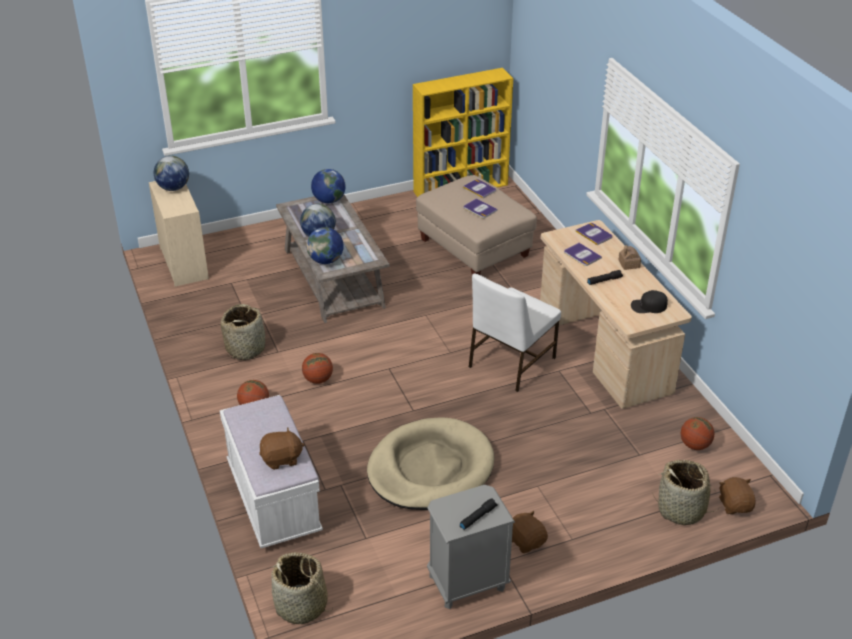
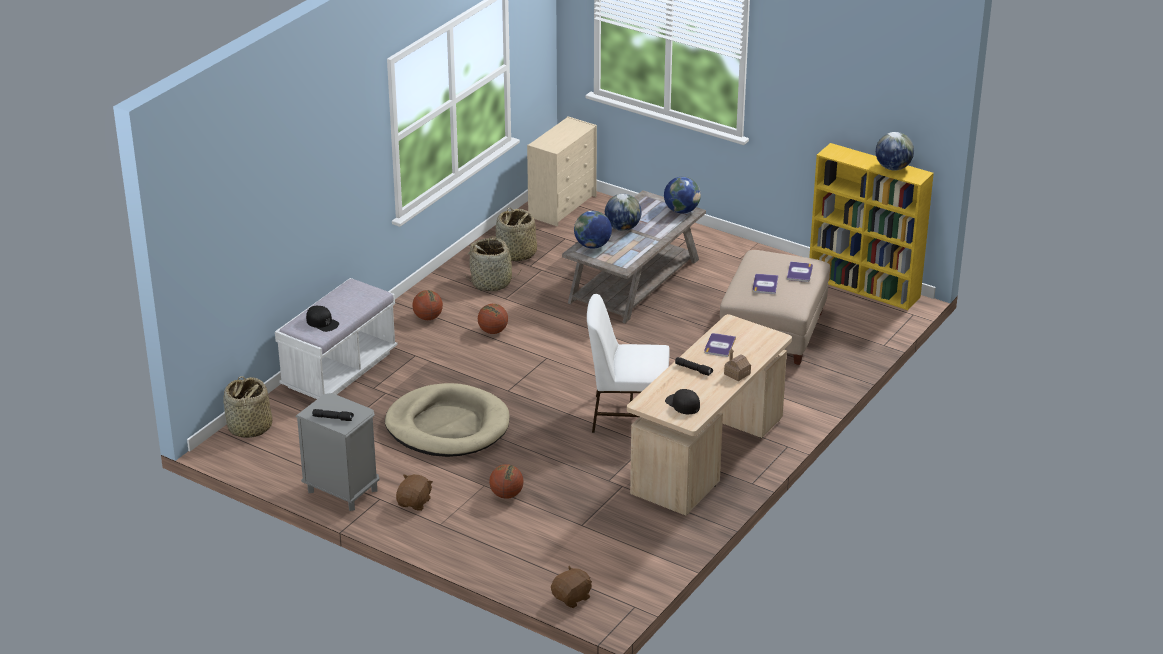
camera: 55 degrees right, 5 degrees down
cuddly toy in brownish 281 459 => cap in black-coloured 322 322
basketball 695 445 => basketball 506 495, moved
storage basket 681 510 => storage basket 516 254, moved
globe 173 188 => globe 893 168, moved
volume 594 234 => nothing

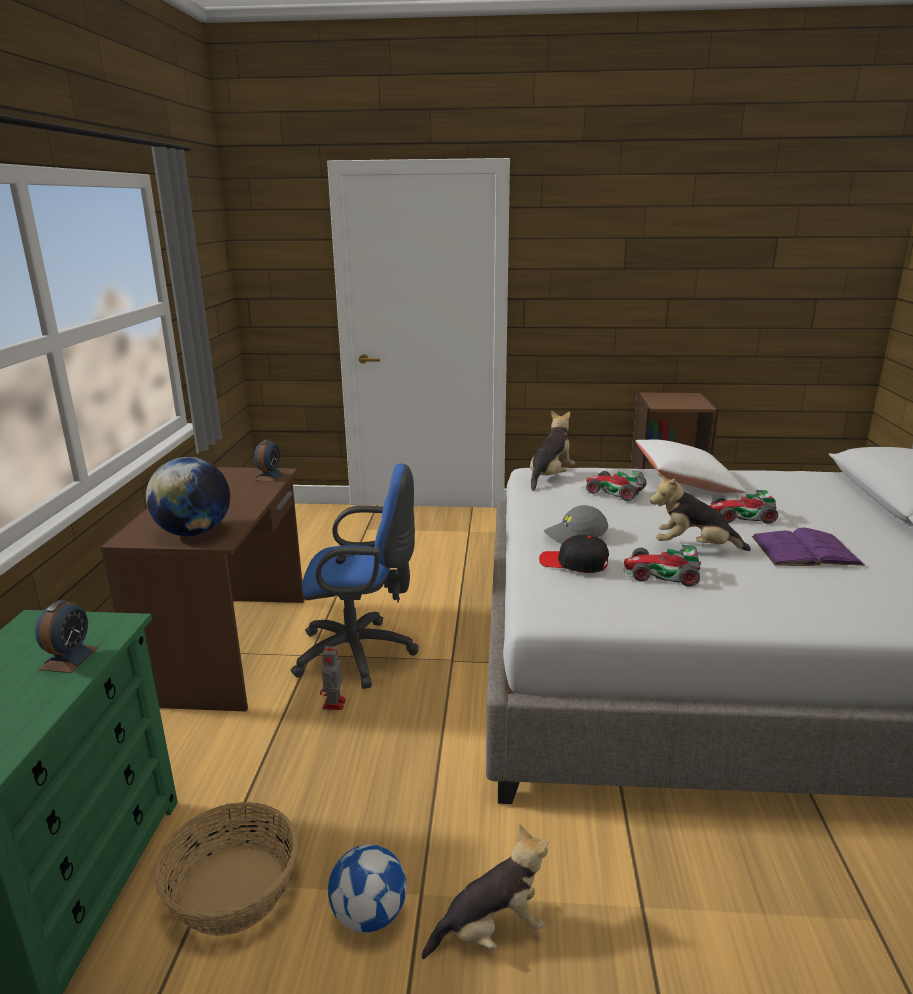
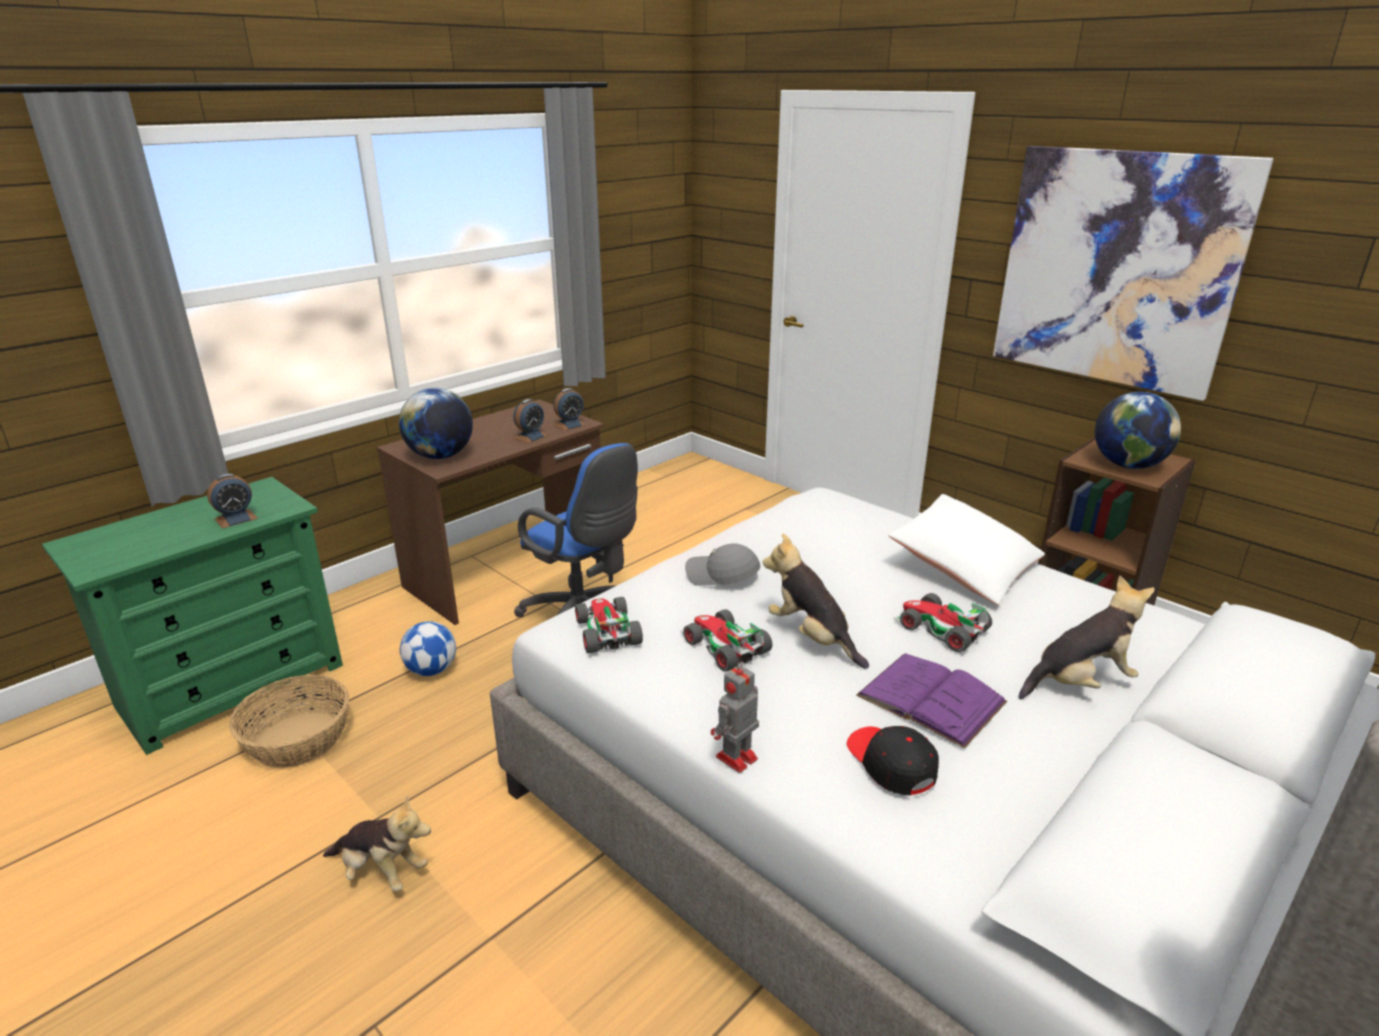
camera: 40 degrees right, 5 degrees up
ball for football 369 915 => ball for football 432 670, moved
nothing => table clock 530 436
toy car 613 491 => toy car 605 631, moved
toy robot 334 705 => toy robot 735 759, moved
cap in black-coloured 574 563 => cap in black-coloured 890 763, moved
nothing => wall art 1116 269
cuddly toy 550 477 => cuddly toy 1079 682, moved
nothing => globe 1128 465

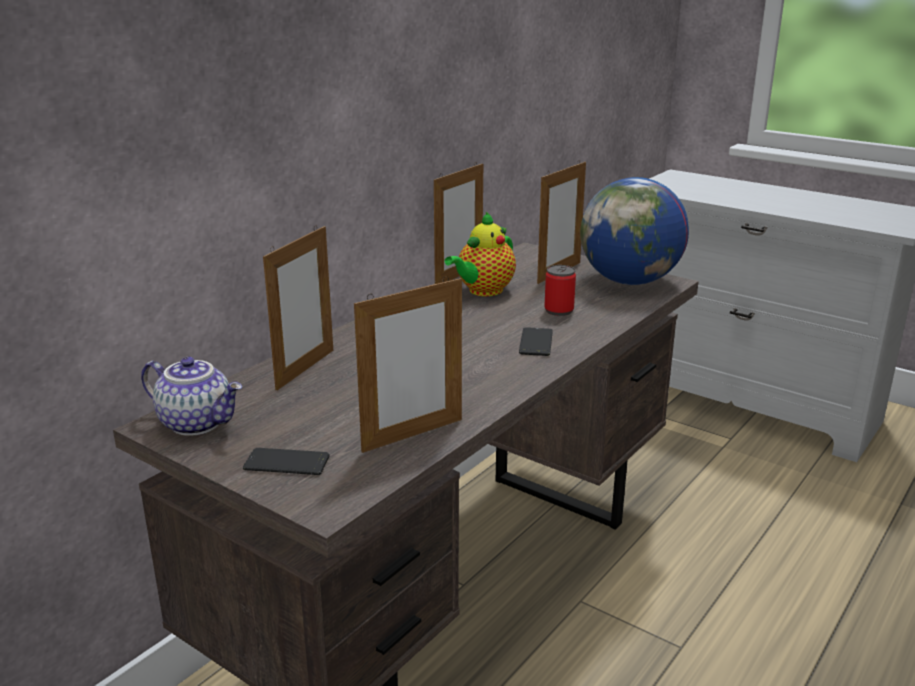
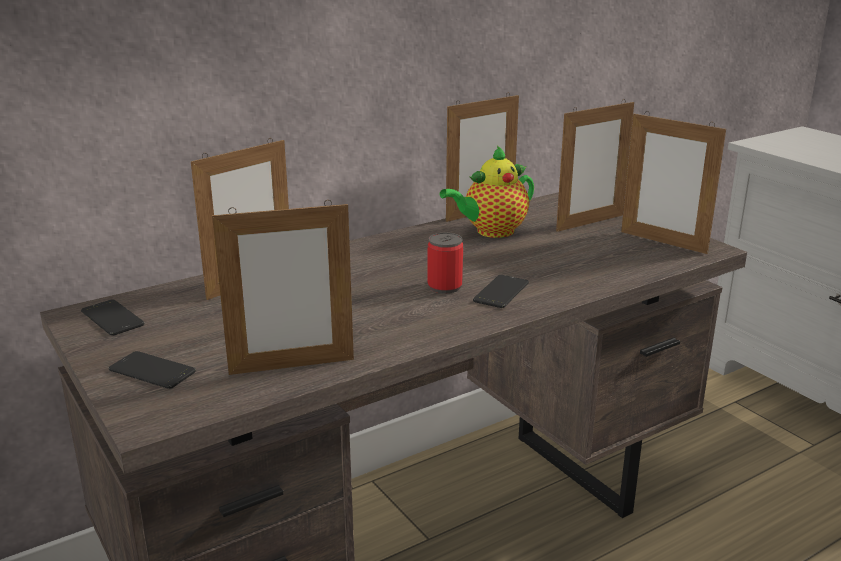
camera: 20 degrees right, 0 degrees up
tea pot 198 423 => telephone 112 318
metal can 559 310 => metal can 444 287, moved
globe 630 281 => picture frame 663 242

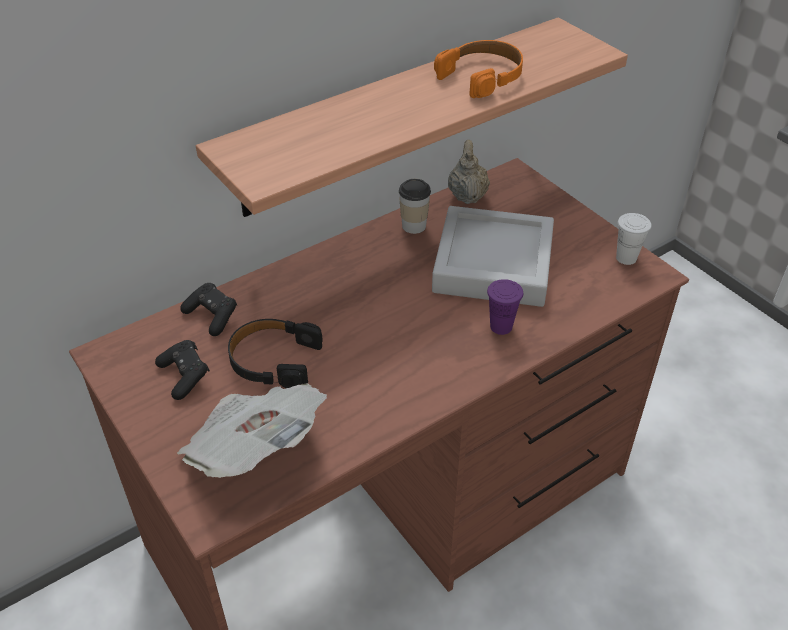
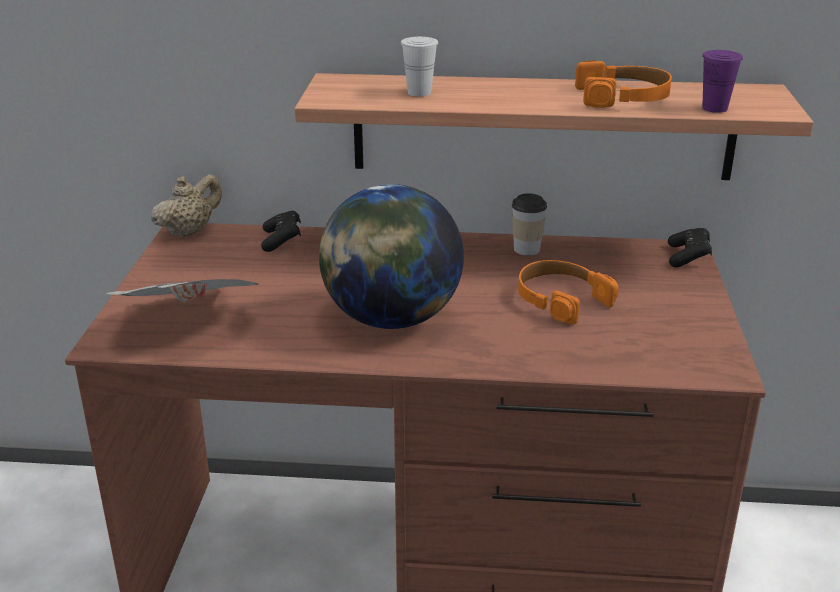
camera: 40 degrees right, 15 degrees down
tea pot in sand-coloured 467 195 => tea pot in sand-coloured 189 231, moved
nothing => globe 391 319
small cup in white-coloured 626 258 => small cup in white-coloured 419 93, moved
tray in grey 493 264 => headphones in orange 561 299
joypad in black-coloured 185 376 => joypad in black-coloured 688 257, moved
small cup in purplish 501 326 => small cup in purplish 714 108, moved
headphones in black-coloured 274 360 => nothing

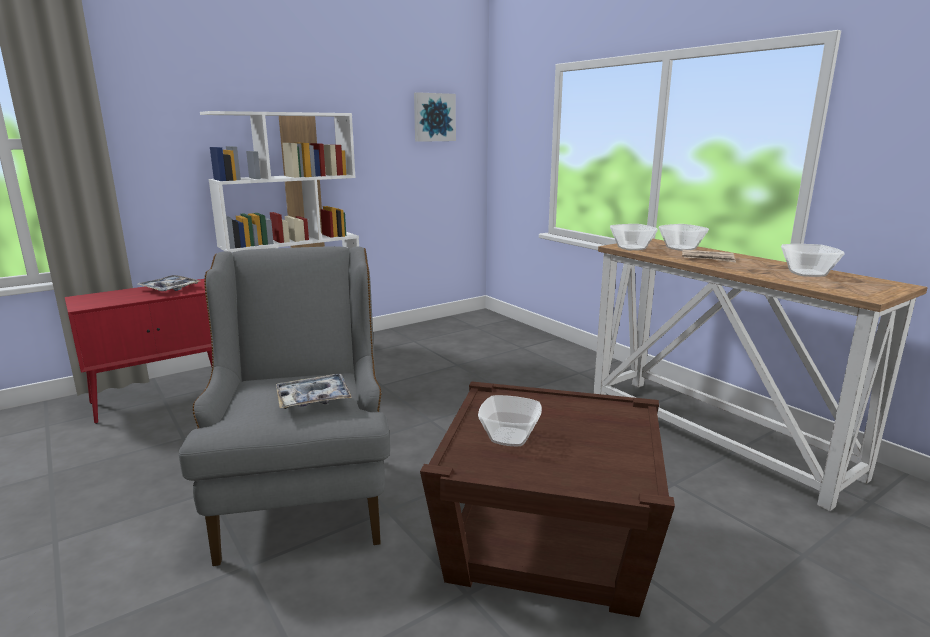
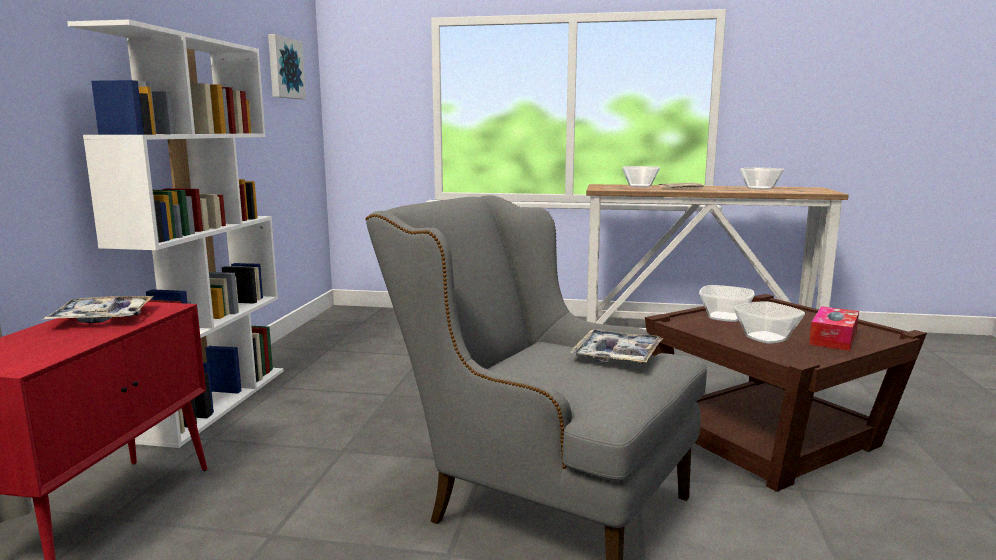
camera: 45 degrees left, 5 degrees down
deep dish 631 248 => deep dish 724 317, moved
nothing => tissue box 833 338

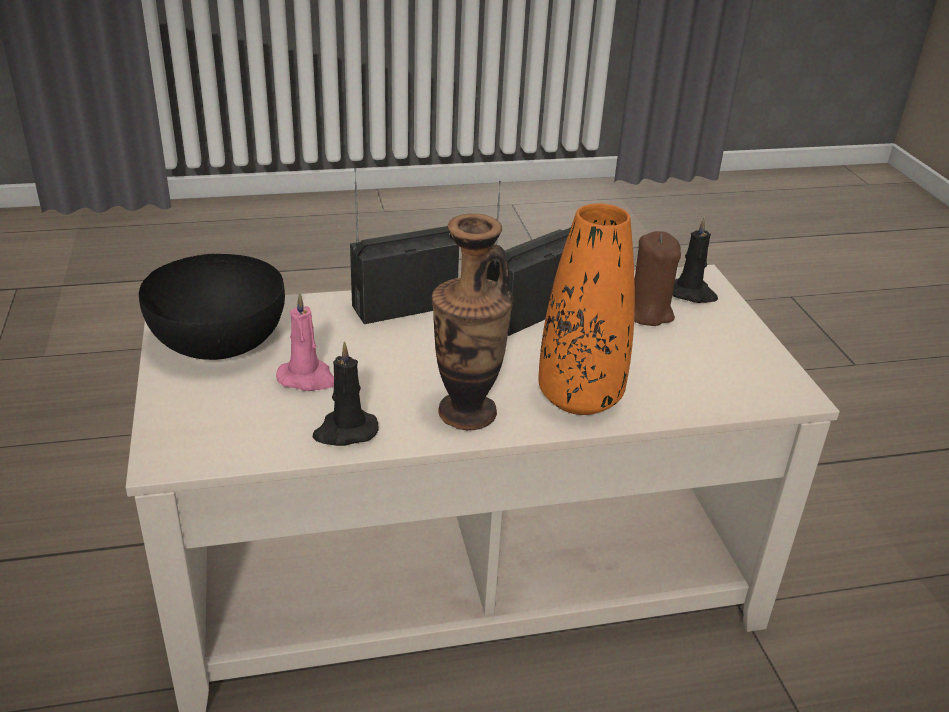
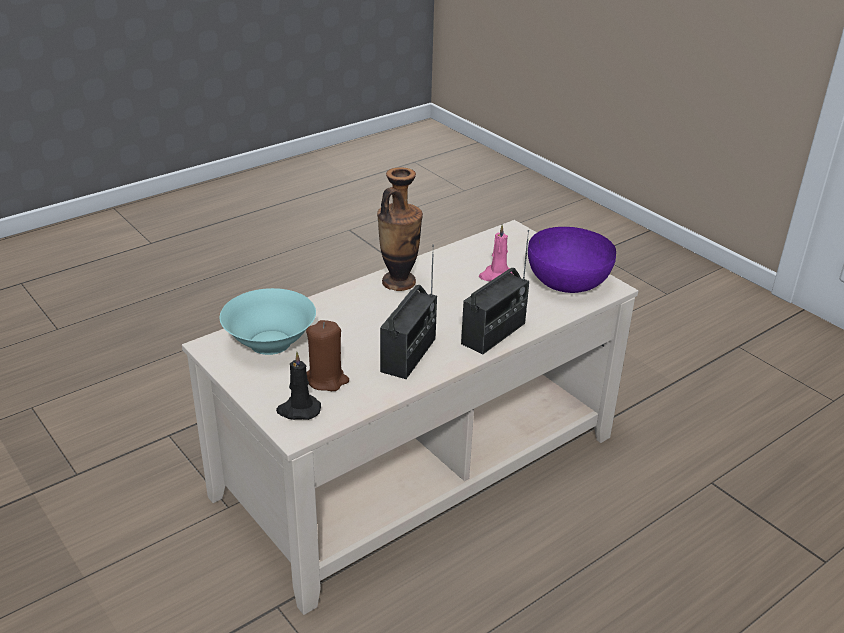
camera: 155 degrees right, 0 degrees up
nothing => deep dish in blue-green 269 342
deep dish in black-coloured 217 341 => deep dish in purplish 568 281
wax light in black-coloured 345 431 => nothing
decorative vase in orange 579 397 => nothing

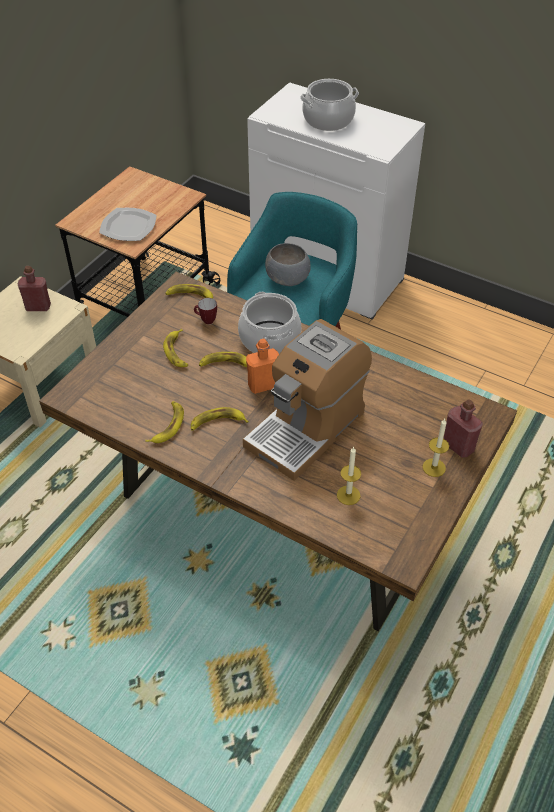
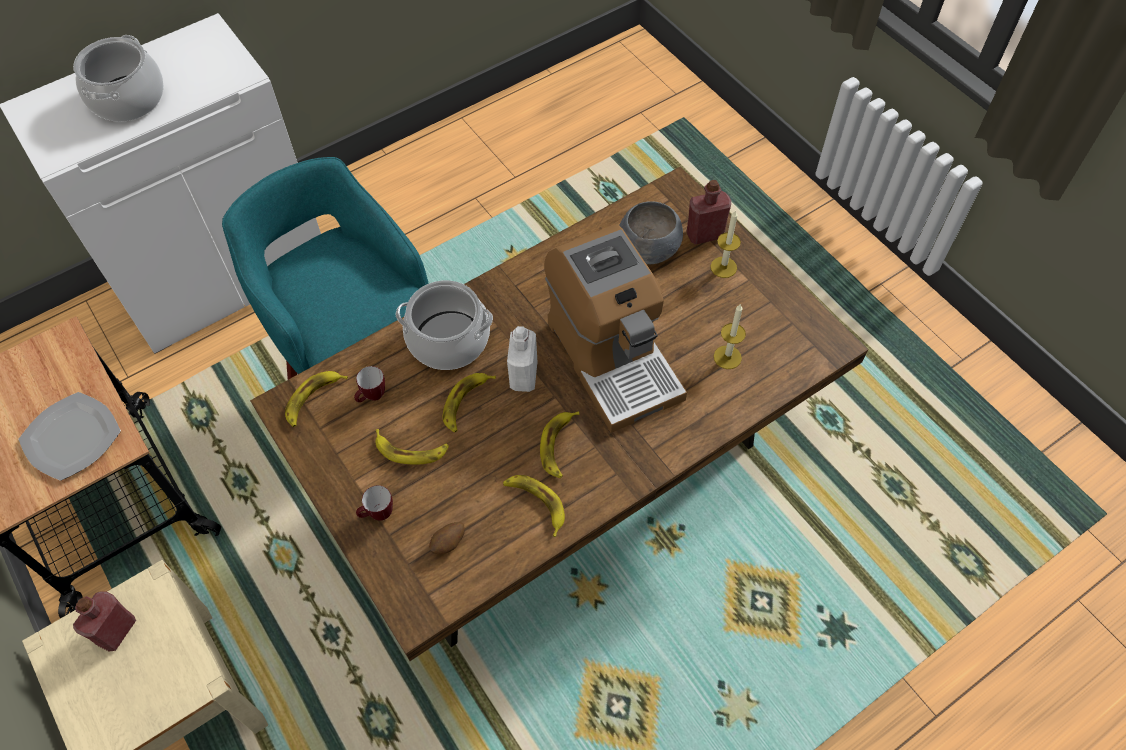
camera: 65 degrees left, 10 degrees up
nothing => coffee mug 378 515
nothing => whole potato 449 543
drink bottle in orange 263 385 => drink bottle in white-coloured 523 376
deep dish in grey 288 279 => deep dish in grey 650 249, moved

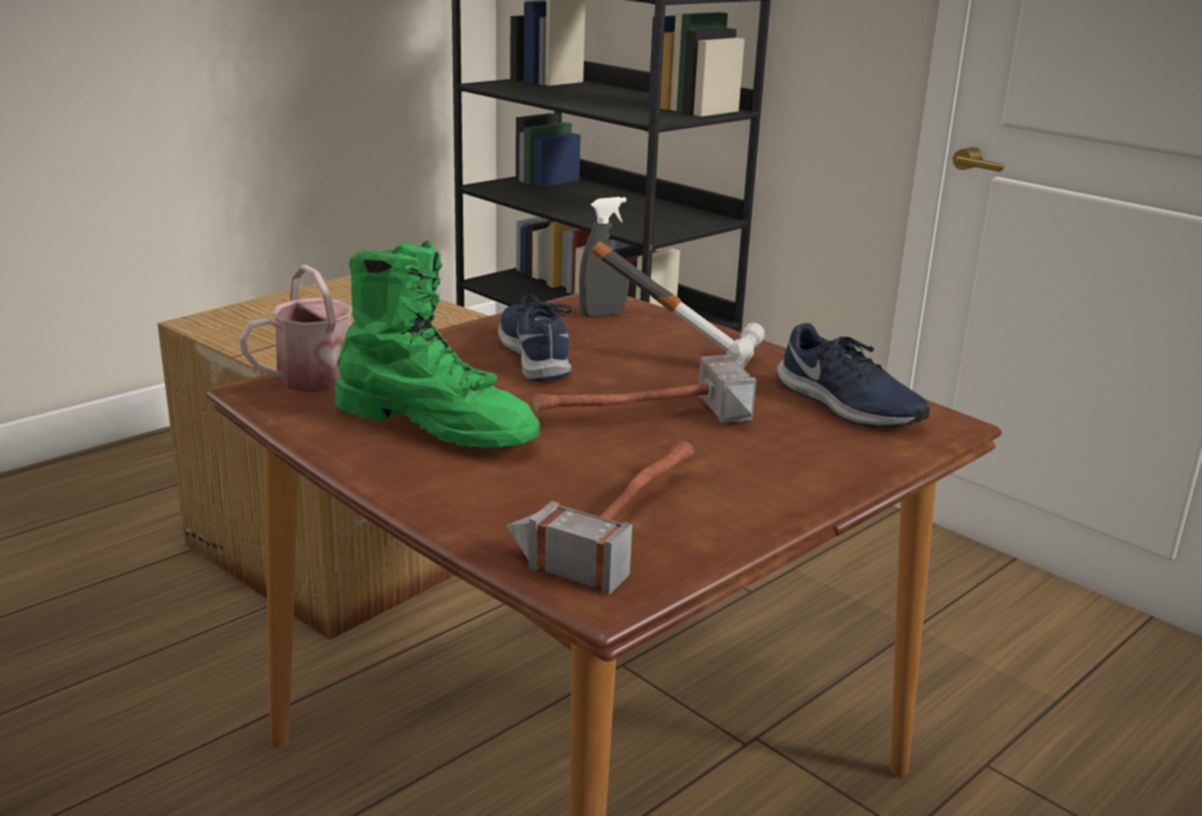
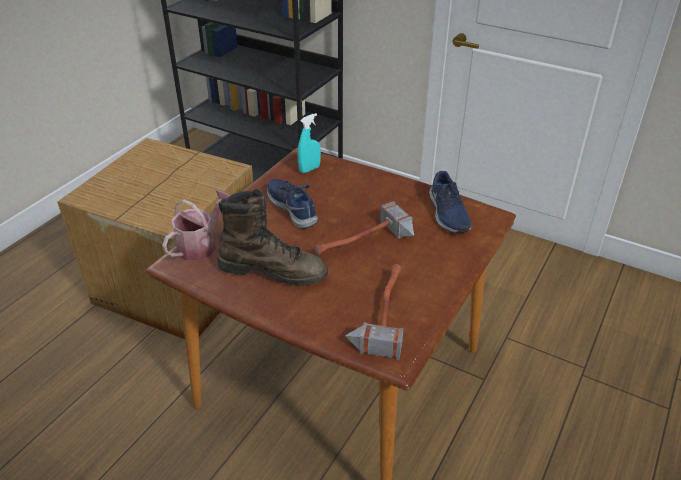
camera: 15 degrees left, 15 degrees up
boot in greenish 438 426 => boot in brownish 273 270
spray bottle in grey 603 314 => spray bottle in blue-green 309 169
item of footwear in blue 846 405 => item of footwear in blue 447 214, 45 degrees clockwise
hand hammer 683 356 => nothing

